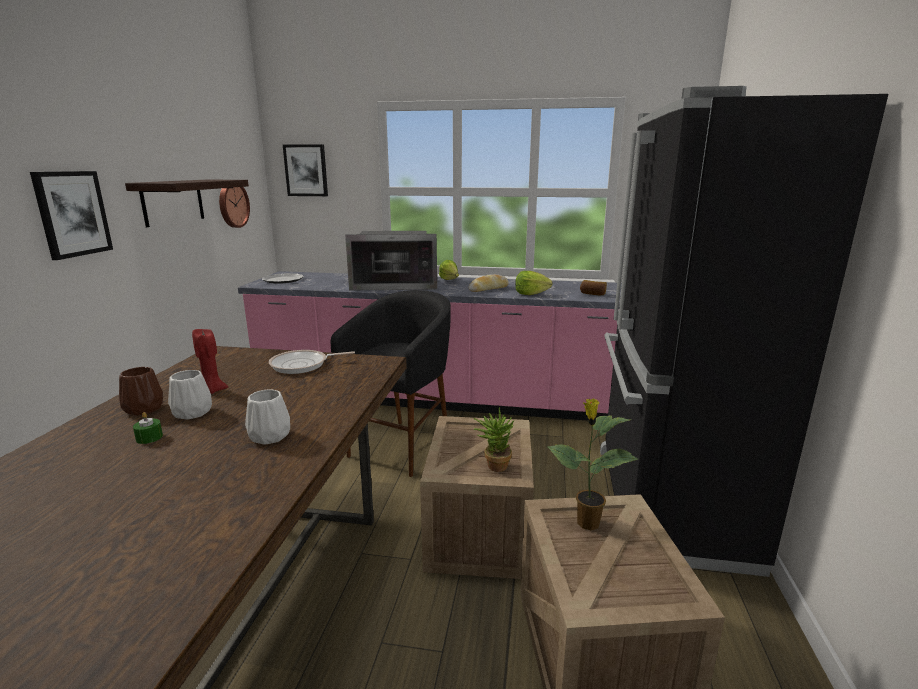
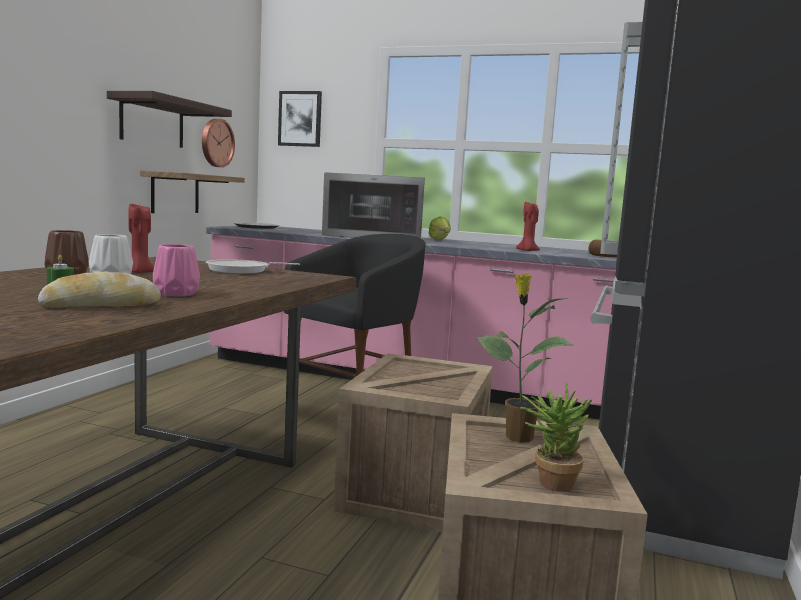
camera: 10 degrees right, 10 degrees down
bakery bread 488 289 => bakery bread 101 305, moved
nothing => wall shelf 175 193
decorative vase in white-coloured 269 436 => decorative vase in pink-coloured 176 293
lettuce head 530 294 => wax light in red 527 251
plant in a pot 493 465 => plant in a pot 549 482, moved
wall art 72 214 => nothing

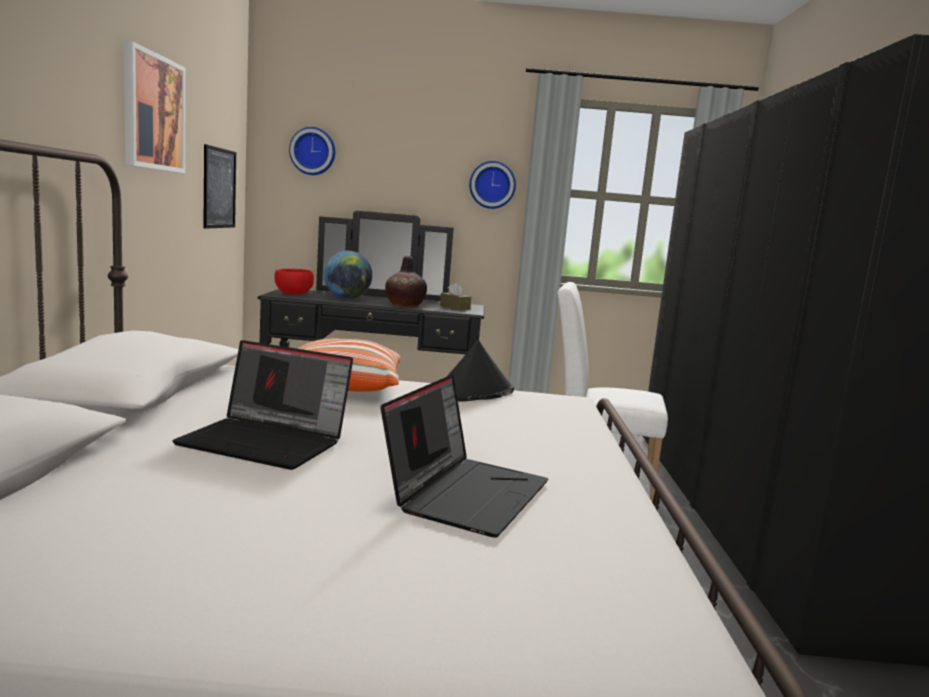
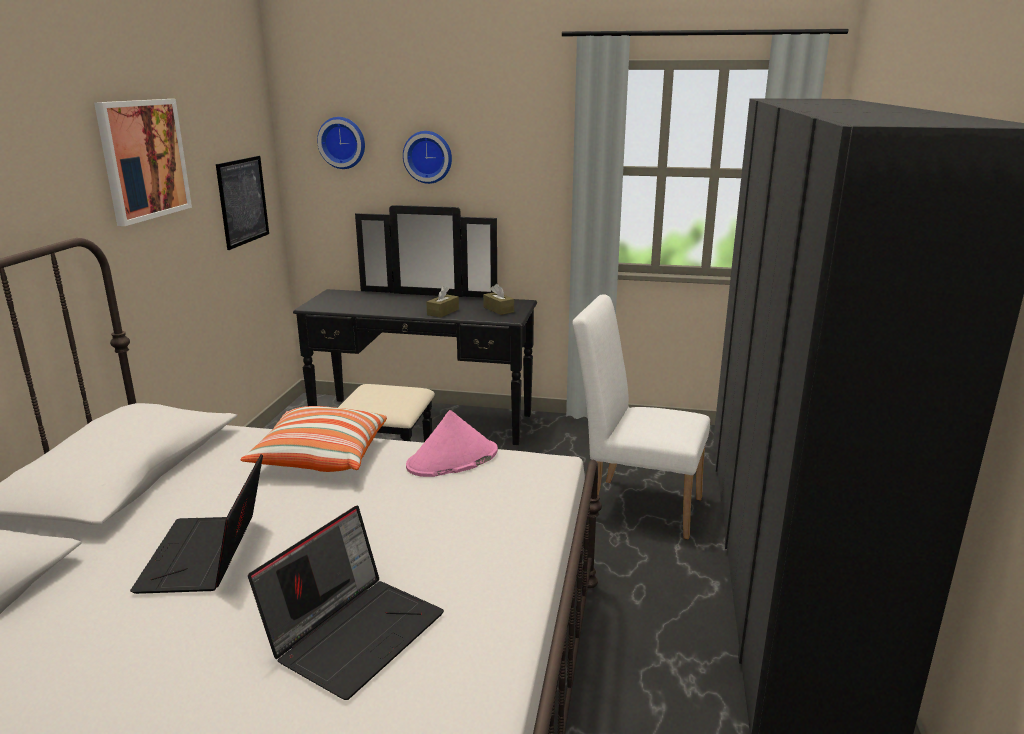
camera: 10 degrees right, 10 degrees up
portable computer 267 442 => portable computer 207 556, 60 degrees clockwise
clock on the wall 492 185 => clock on the wall 428 157, moved
hat in black-coloured 473 392 => hat in pink-coloured 452 459
decorative vase 404 305 => tissue box in brownish 443 312
deep dish in red 294 294 => nothing
globe 346 298 => nothing

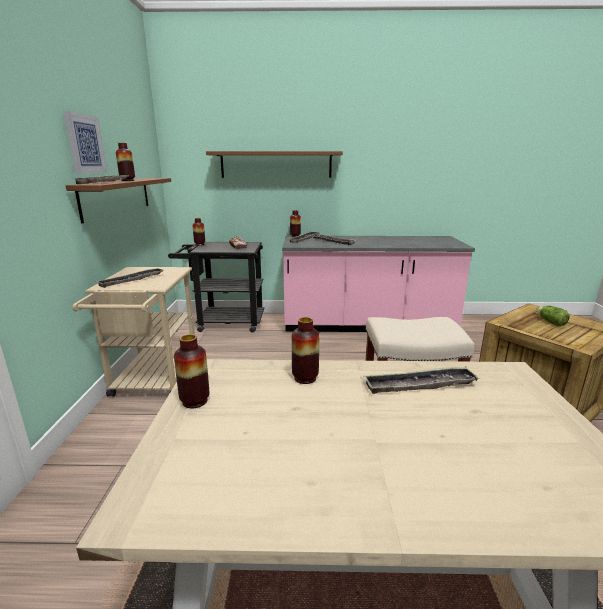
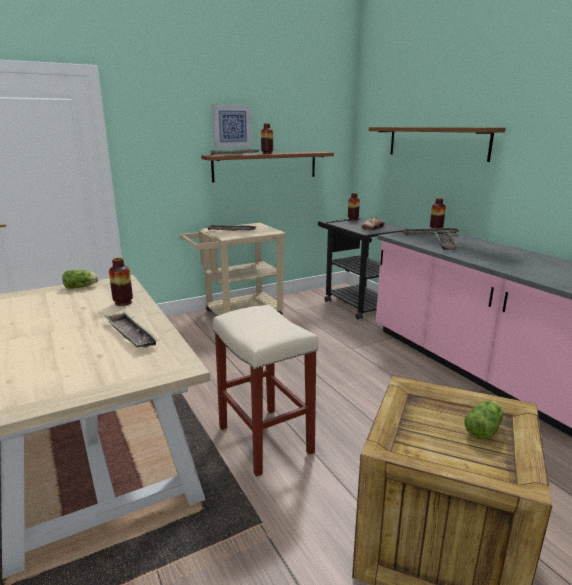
camera: 60 degrees right, 0 degrees up
decorative vase 195 401 => lettuce head 82 287

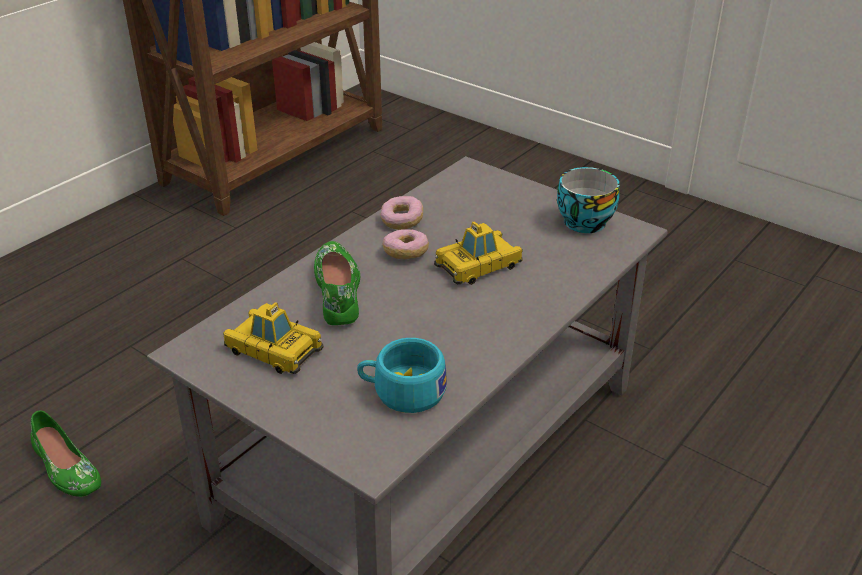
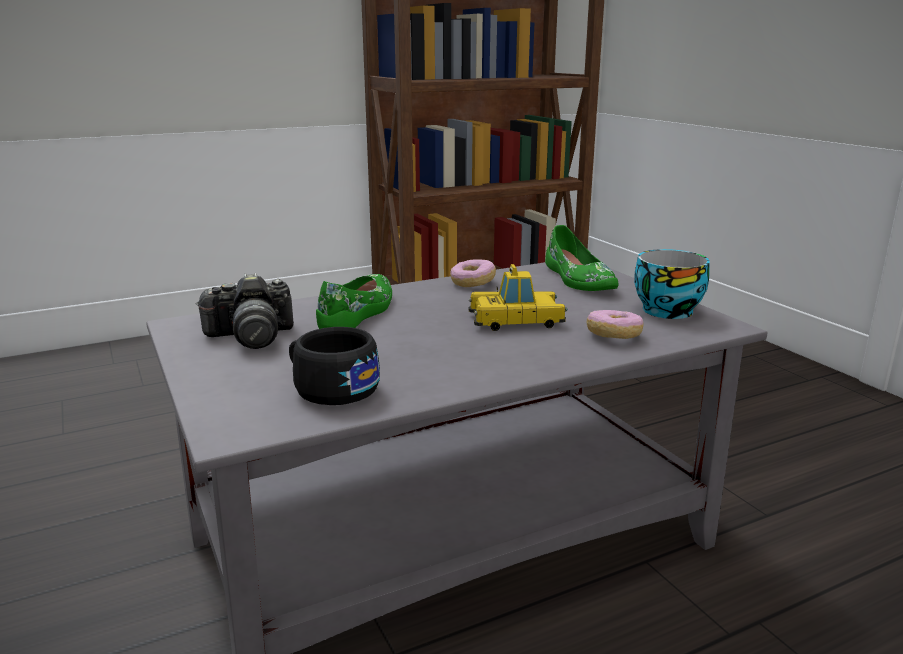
camera: 25 degrees right, 15 degrees down
toy car 273 349 => still camera 251 337
small cup in blue-green 402 391 => small cup in black-coloured 329 388
item of footwear in greenish 66 468 => item of footwear in greenish 577 279, moved
donut 405 253 => donut 613 336, moved

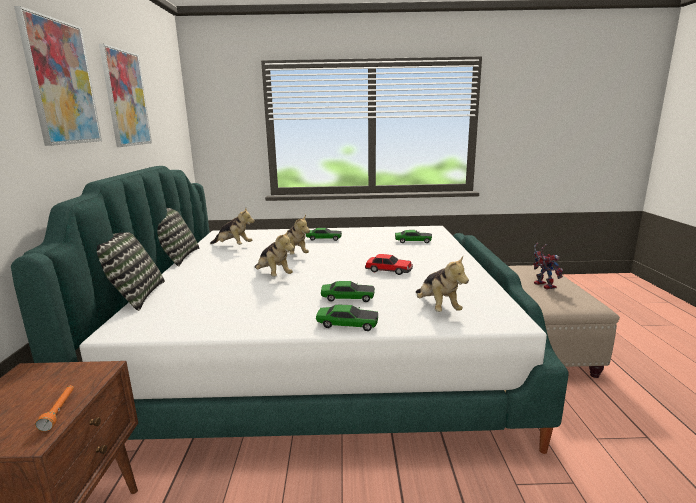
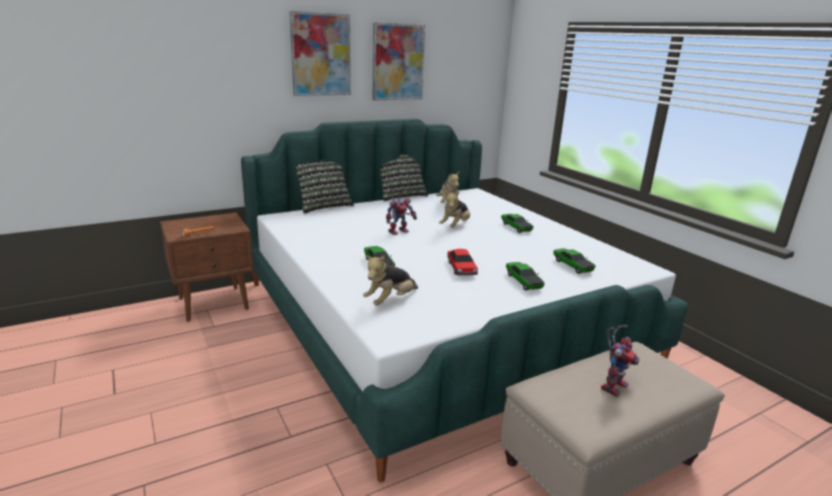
camera: 60 degrees right, 5 degrees up
cuddly toy 273 275 => toy robot 399 231
toy car 347 324 => toy car 523 281, moved

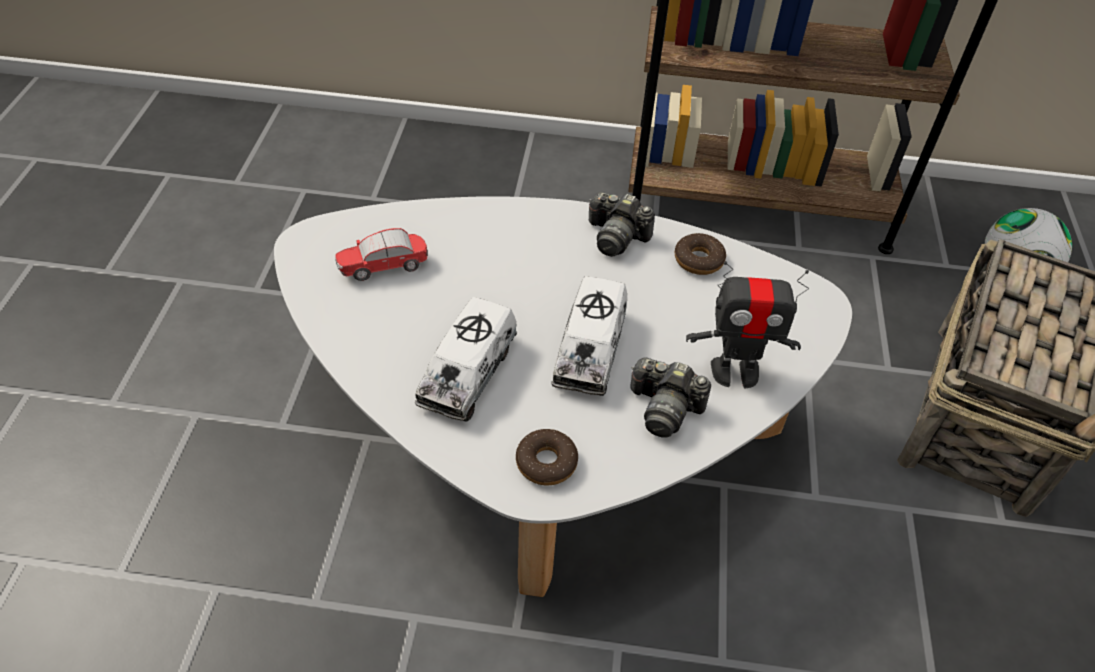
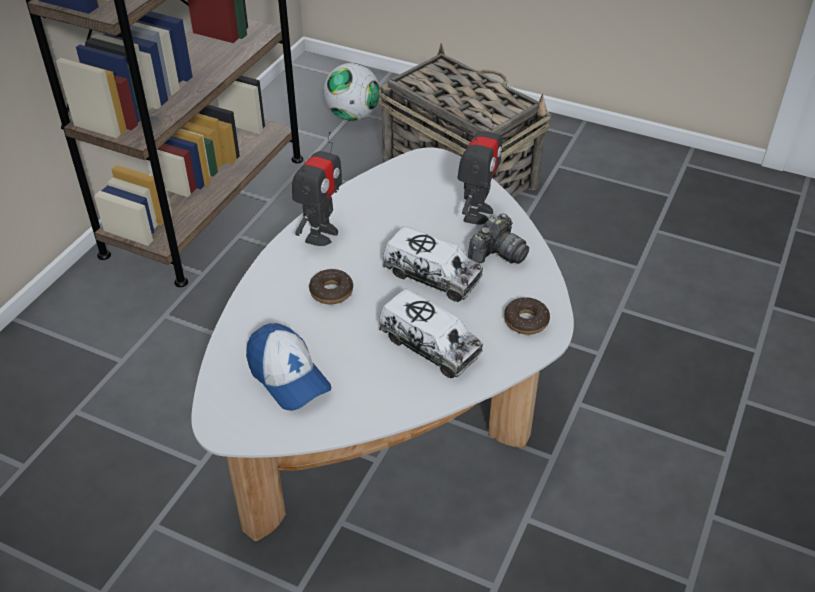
camera: 70 degrees left, 5 degrees down
toy car 384 267 => cap 288 377
still camera 616 237 => toy robot 321 234
donut 698 260 => donut 331 292, moved

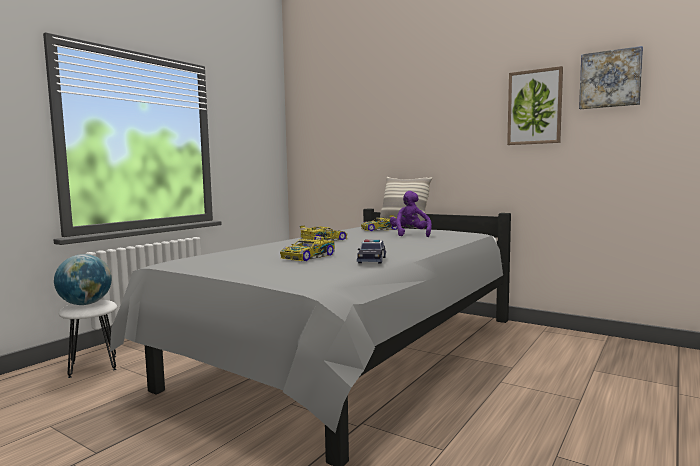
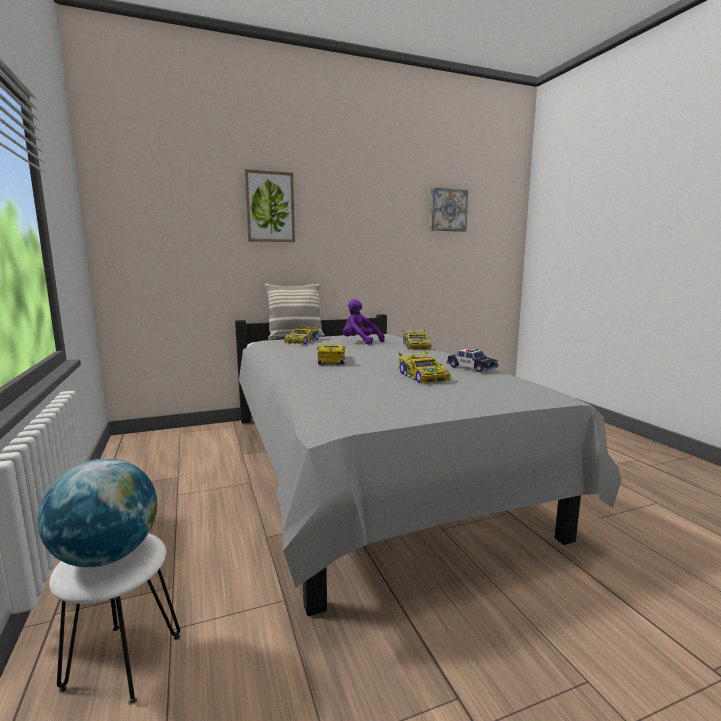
camera: 55 degrees left, 5 degrees up
wall art 534 107 => wall art 270 207, moved
nothing => toy car 416 346

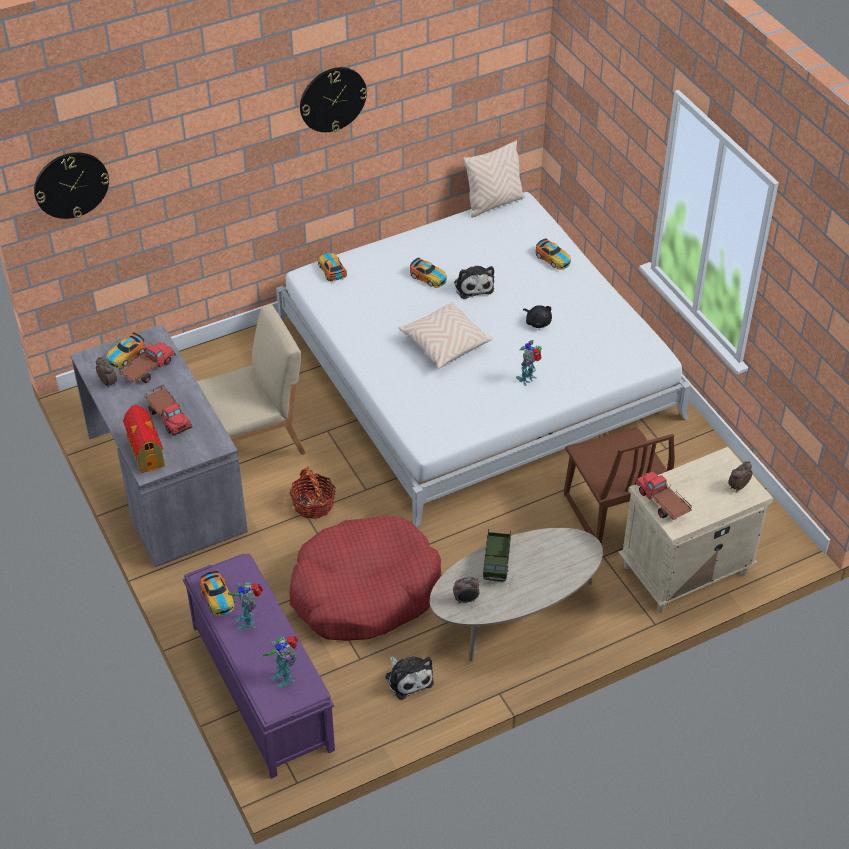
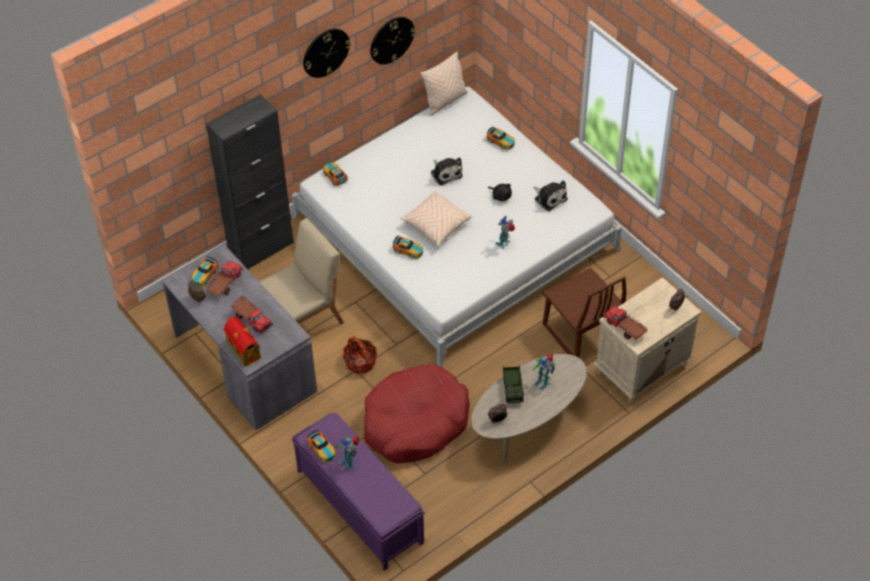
camera: 10 degrees left, 5 degrees up
nothing => cupboard in black-coloured 261 249
clock on the wall 71 185 => clock on the wall 391 40, moved
toy car 428 277 => toy car 408 250, moved
toy robot 284 676 => toy robot 542 382, moved
cuddly toy 408 678 => cuddly toy 549 198, moved

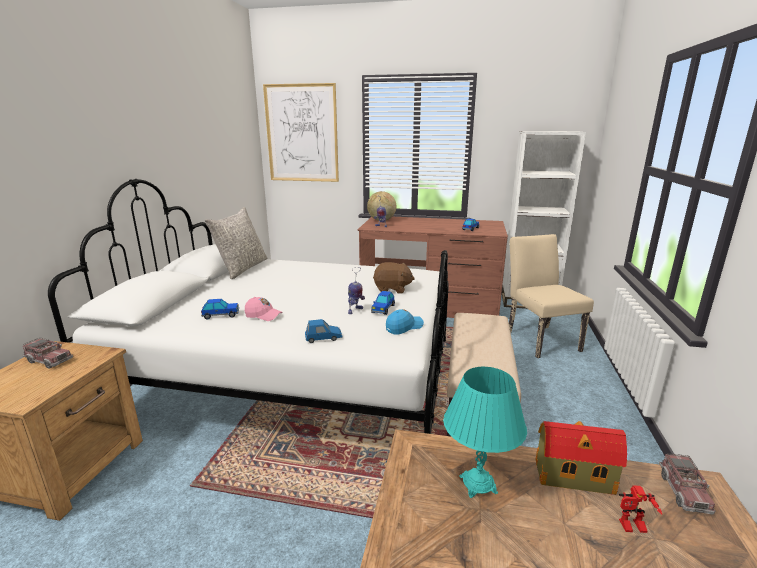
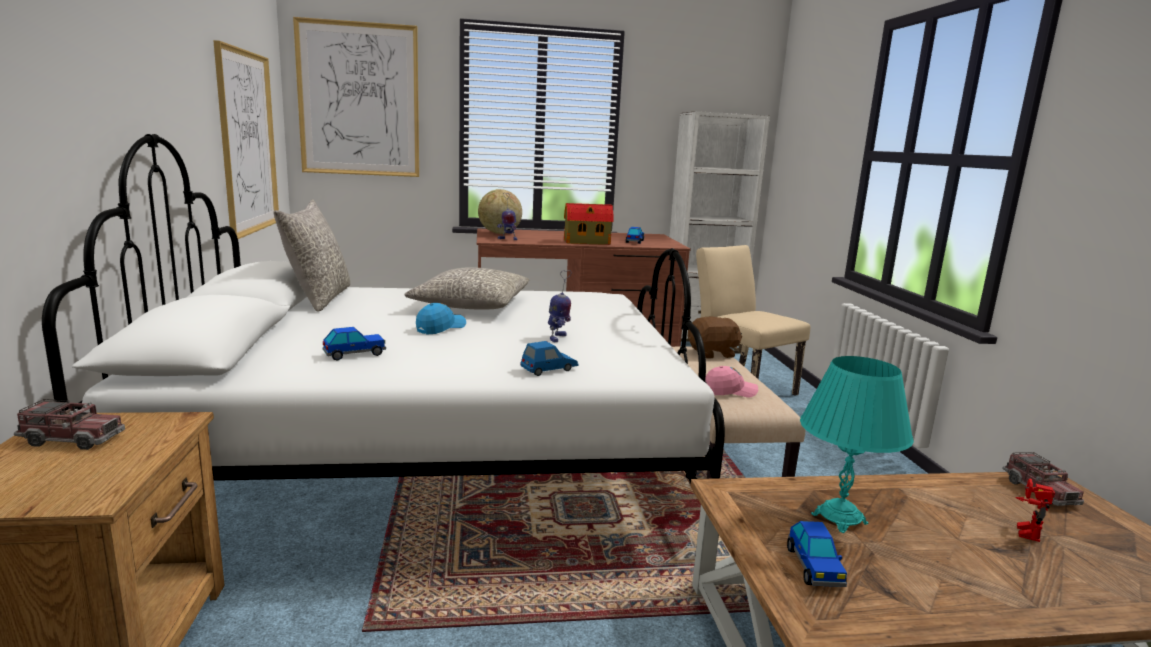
camera: 20 degrees left, 5 degrees down
nothing => wall art 248 143
nothing => pillow in grey 471 304
cap in blue 404 327 => cap in blue 440 328, moved
miniature house 571 476 => miniature house 585 242, moved
cuddly toy in brownish 392 289 => cuddly toy in brownish 713 353, moved
cap in pink-coloured 263 315 => cap in pink-coloured 730 392, moved
toy car 383 309 => toy car 814 567, moved
toy robot 632 528 => toy robot 1023 531, 135 degrees clockwise

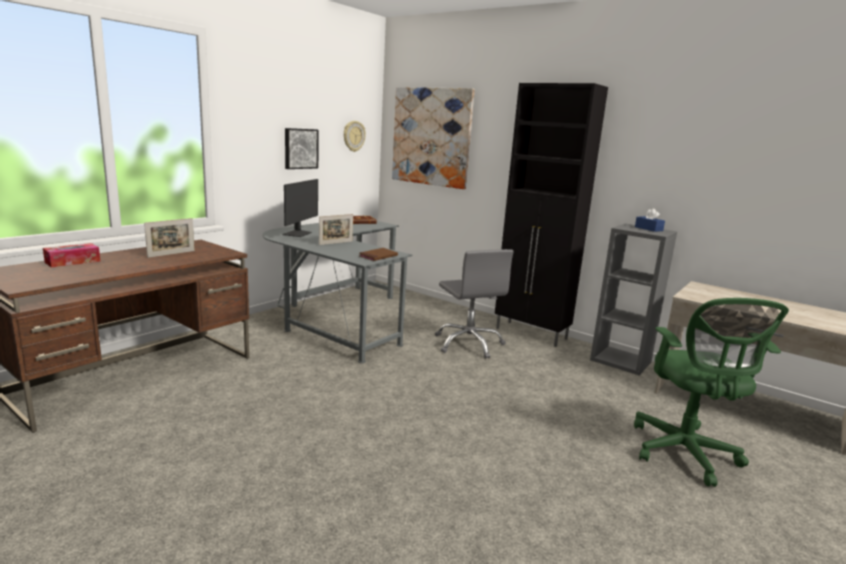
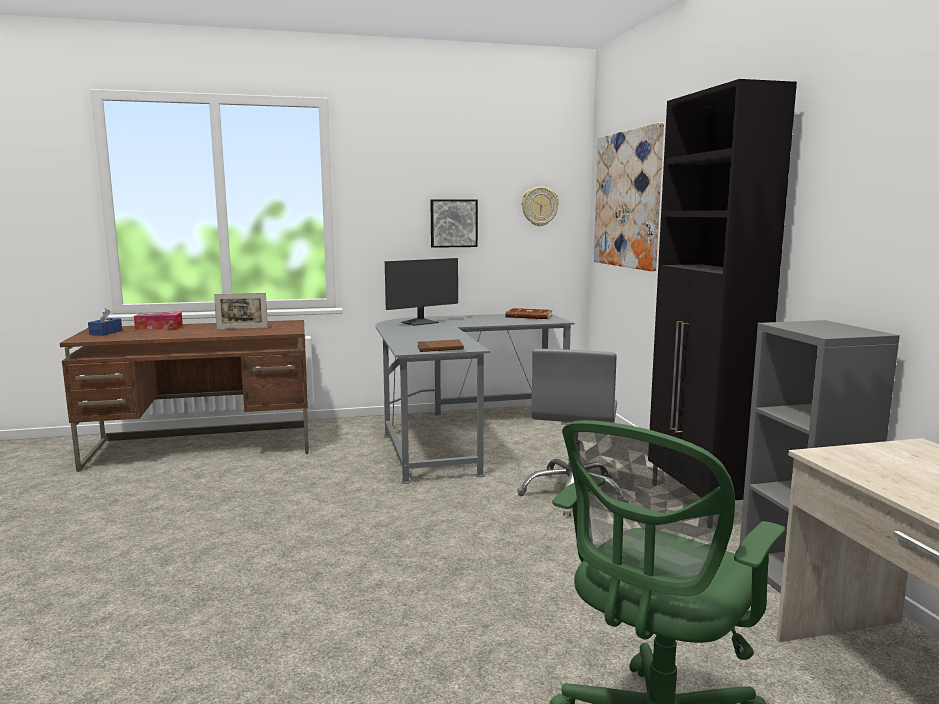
camera: 40 degrees right, 5 degrees down
tissue box in blue 648 229 => tissue box in blue 106 333, moved
picture frame 336 243 => nothing

